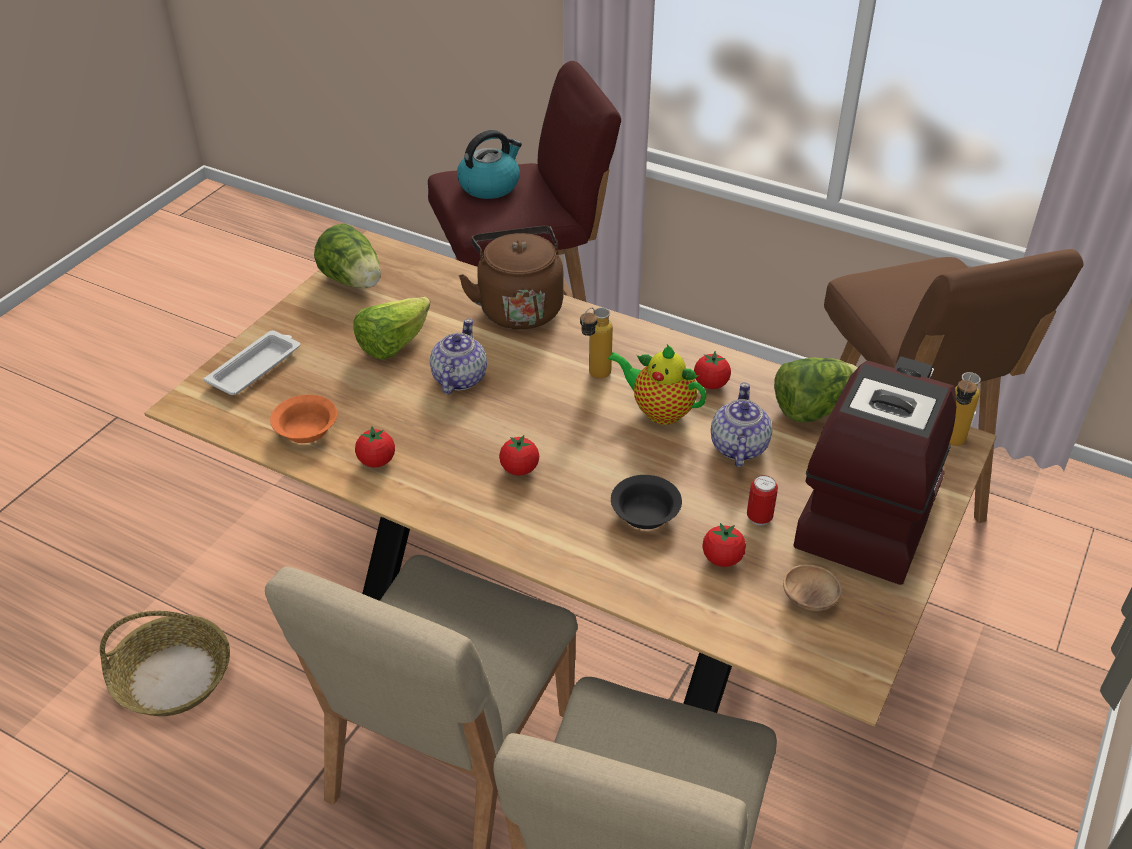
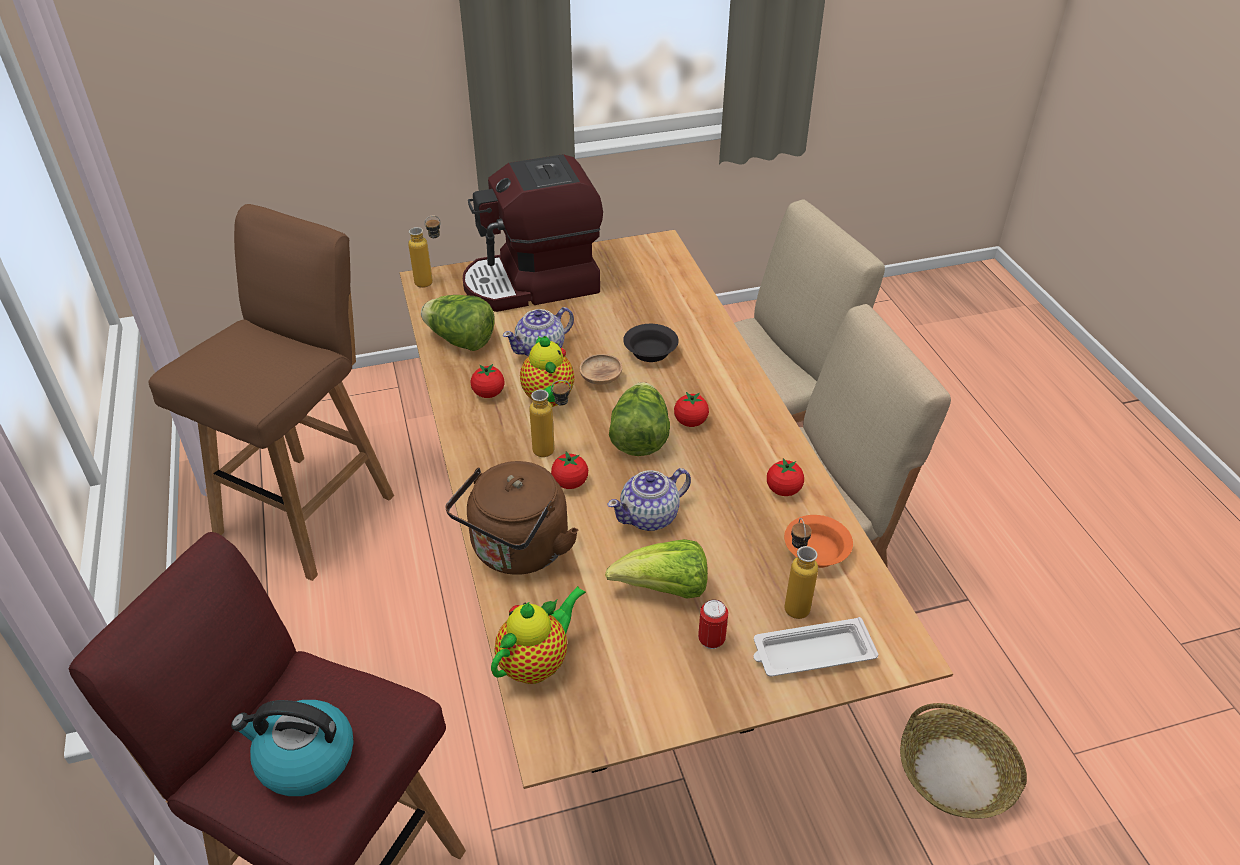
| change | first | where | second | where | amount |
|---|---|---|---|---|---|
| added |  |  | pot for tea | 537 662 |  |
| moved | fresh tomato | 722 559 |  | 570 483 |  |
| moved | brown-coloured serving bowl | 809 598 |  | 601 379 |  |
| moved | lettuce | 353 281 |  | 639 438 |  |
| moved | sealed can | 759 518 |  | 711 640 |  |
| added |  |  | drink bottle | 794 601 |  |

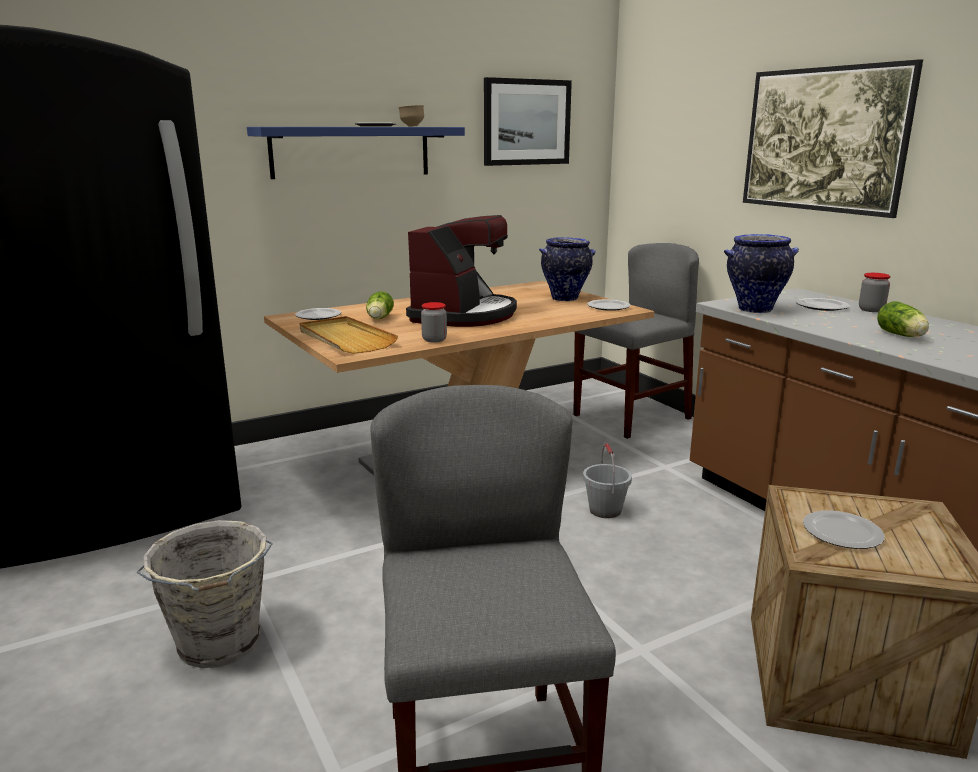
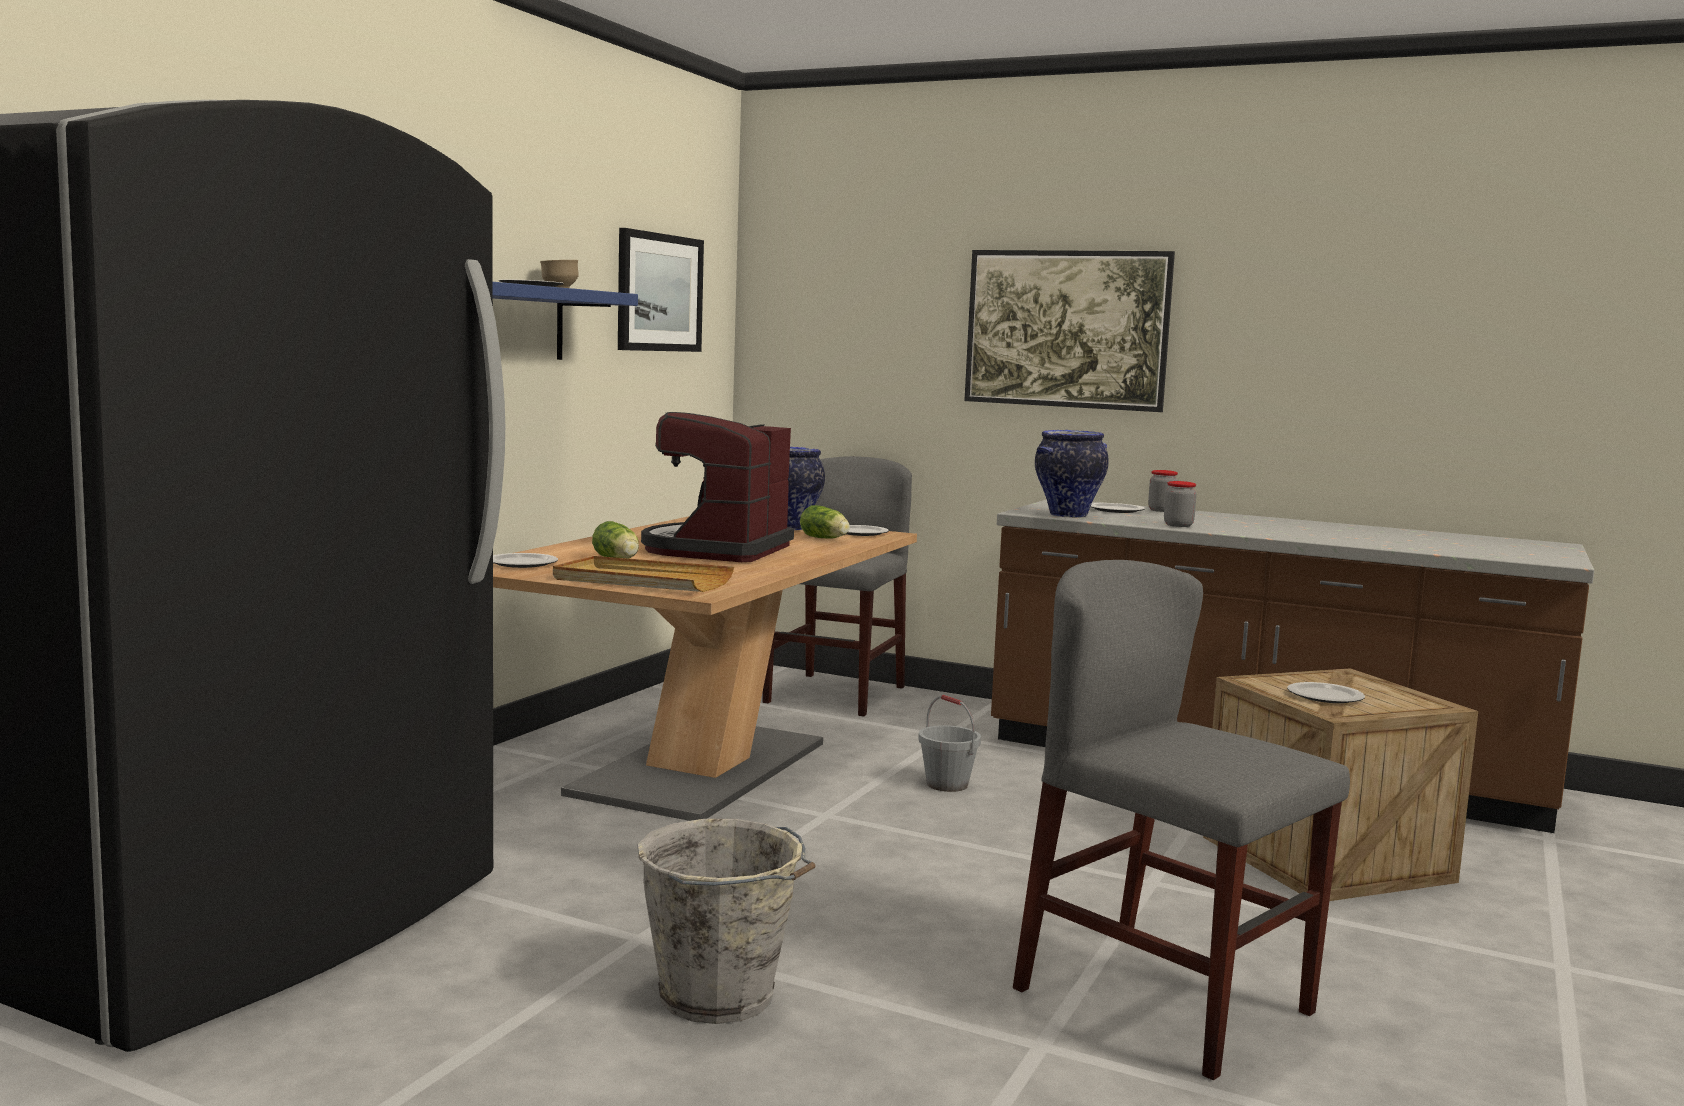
| change | first | where | second | where | amount |
|---|---|---|---|---|---|
| turned | coffee machine | 464 315 |  | 717 550 | 150 degrees counterclockwise |
| moved | lettuce | 902 336 |  | 826 538 |  |
| moved | preserve jar | 434 340 |  | 1178 525 |  |

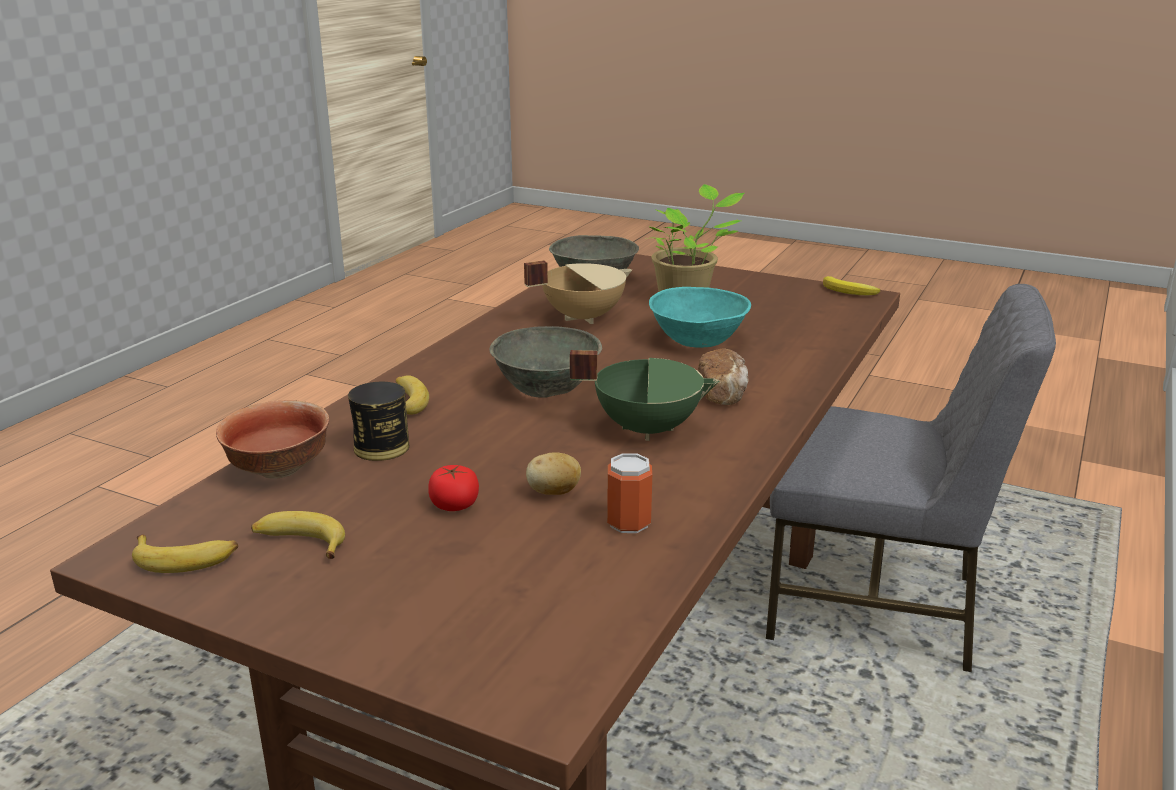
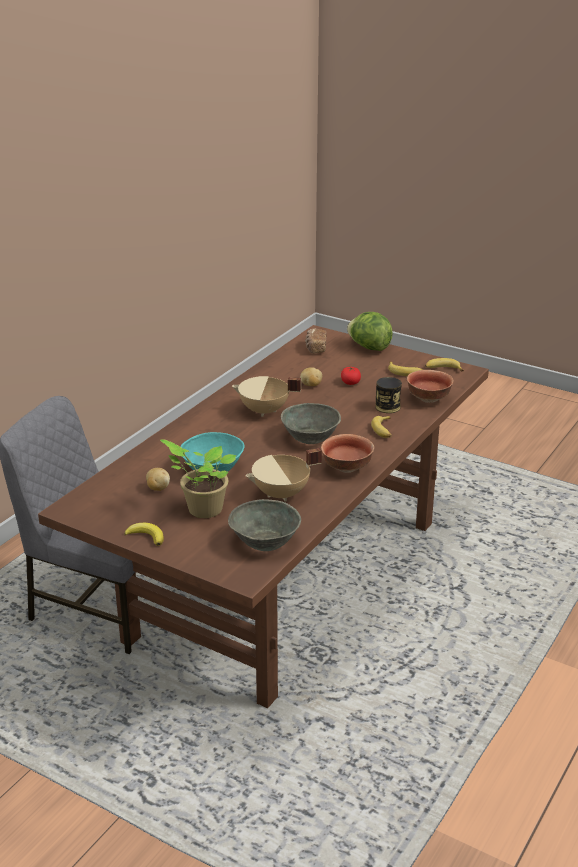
| change | first | where | second | where | amount |
|---|---|---|---|---|---|
| moved | banana fruit | 849 291 |  | 146 536 |  |
| added |  |  | whole potato | 157 488 |  |
| recoloured | greenish saucepot | 647 428 | beige-coloured saucepot | 264 411 |  |
| moved | bakery bread | 723 393 |  | 315 348 |  |
| added |  |  | serving bowl | 347 468 |  |
| added |  |  | lettuce | 369 347 |  |
| removed | sealed can | 628 523 |  |  |  |

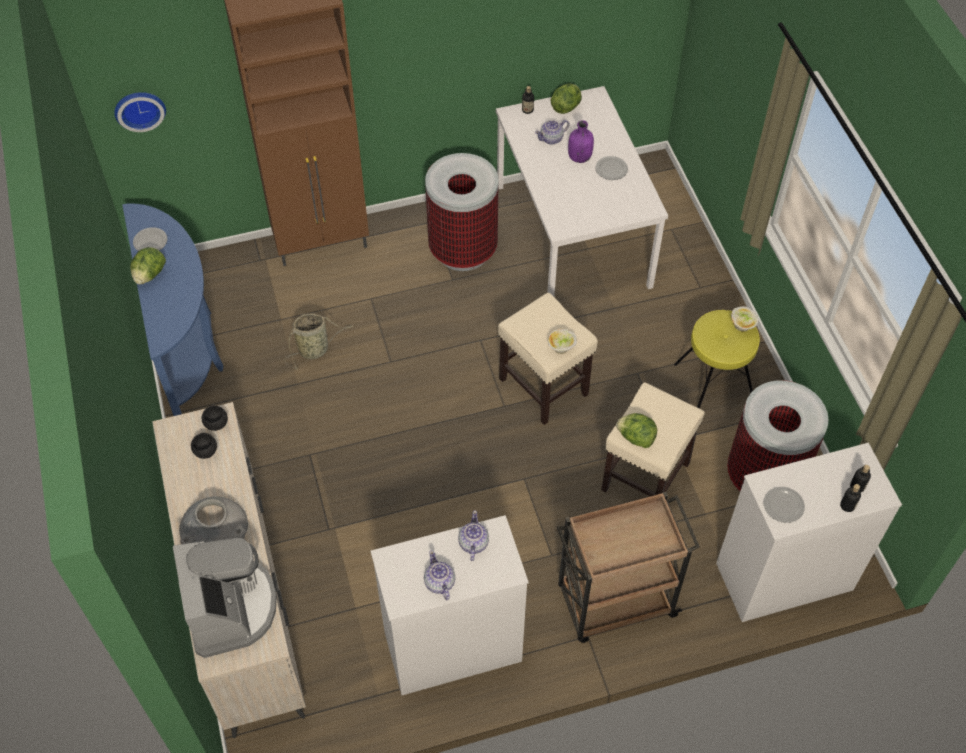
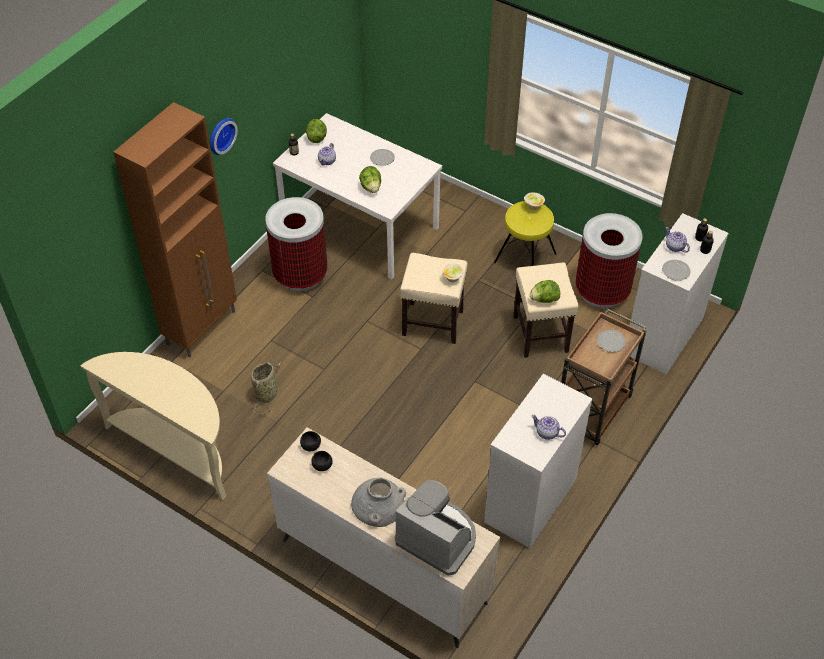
| change | first | where | second | where | amount |
|---|---|---|---|---|---|
| recoloured | blue-coloured hall table | 188 347 | beige-coloured hall table | 176 448 |  |
| moved | hanging clock | 139 108 |  | 220 135 |  |
| moved | lettuce | 150 275 |  | 371 187 |  |
| moved | plate | 150 241 |  | 610 341 |  |
| moved | pot for tea | 473 543 |  | 675 247 |  |
| removed | purple drink bottle | 579 157 |  |  |  |

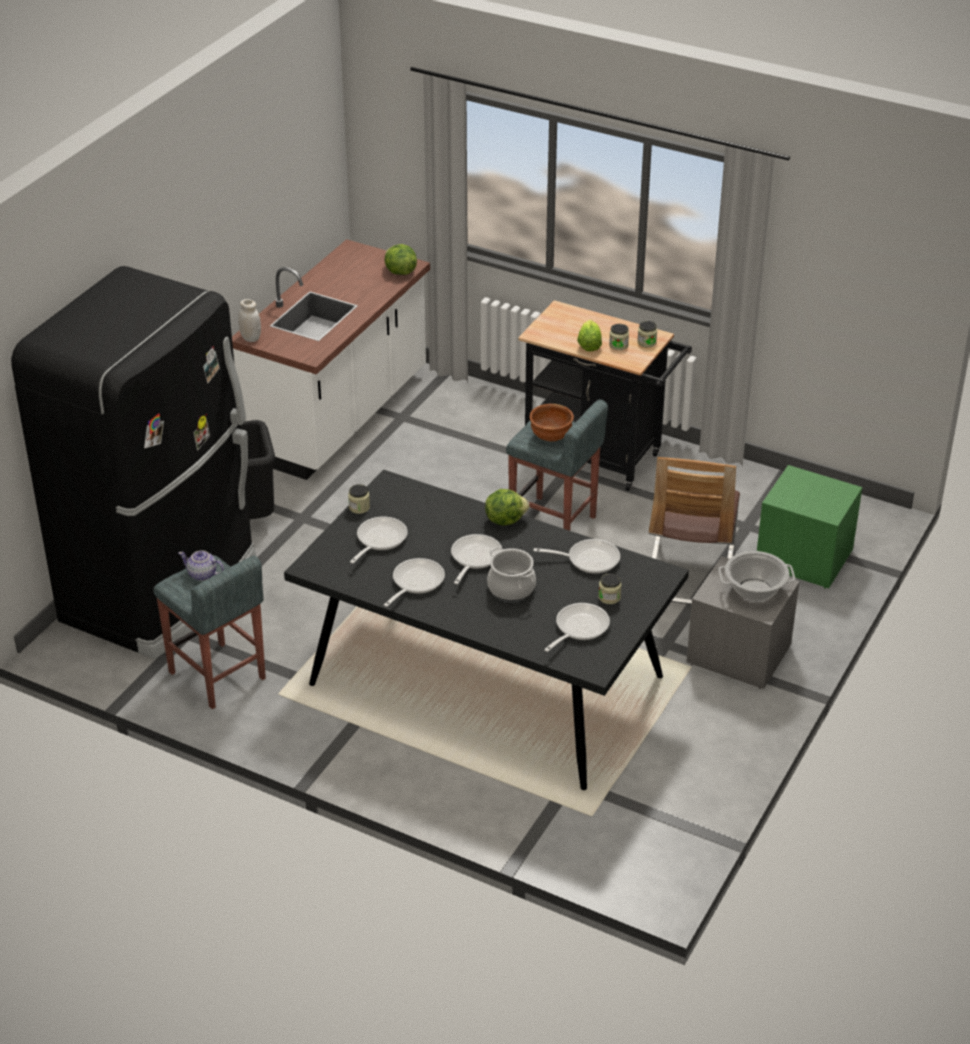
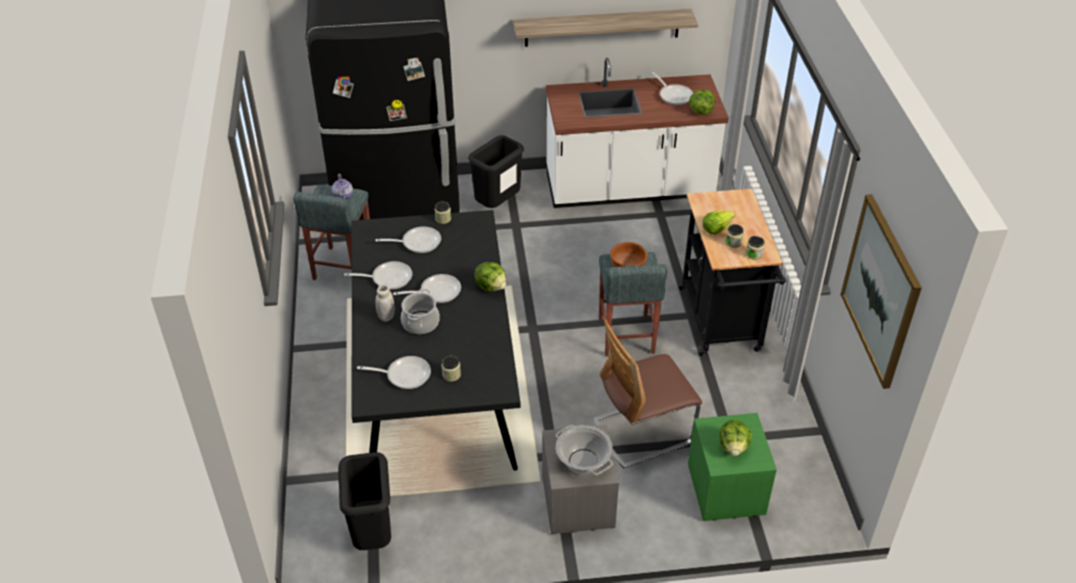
| change | first | where | second | where | amount |
|---|---|---|---|---|---|
| added |  |  | blackish trash can | 373 536 |  |
| moved | white-coloured preserve jar | 251 338 |  | 386 316 |  |
| added |  |  | wall shelf | 602 27 |  |
| moved | pan | 588 559 |  | 674 95 |  |
| added |  |  | lettuce | 733 447 |  |
| added |  |  | wall art | 880 291 |  |

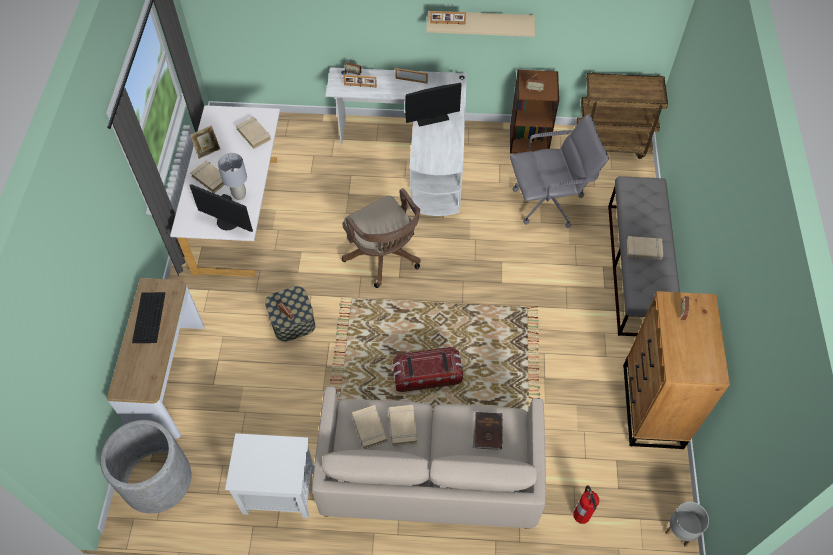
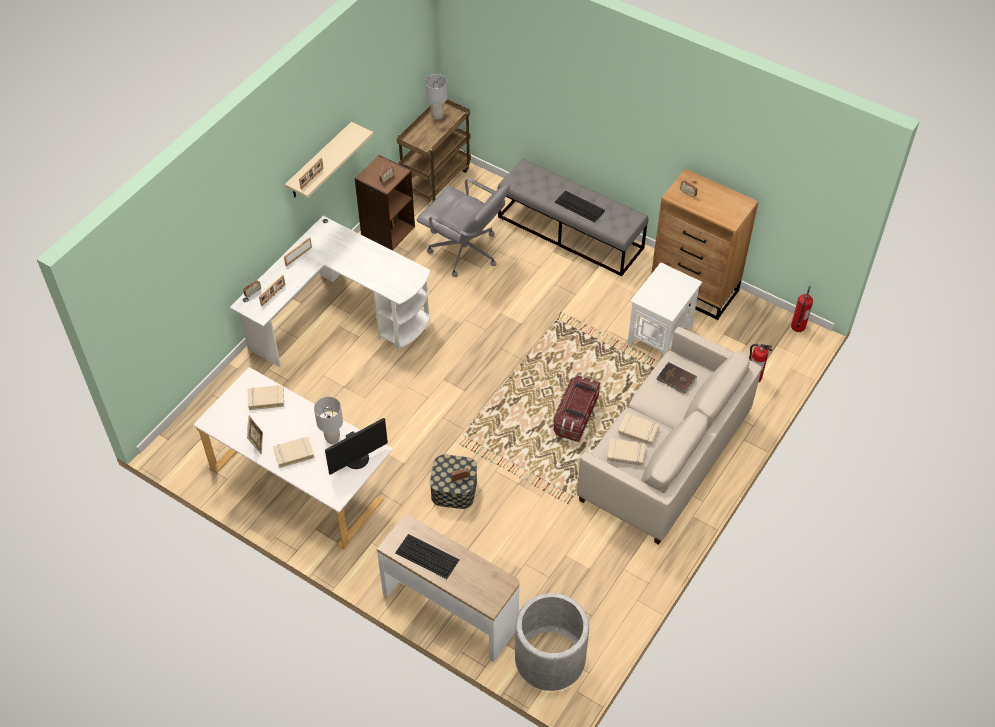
| change | first | where | second | where | amount |
|---|---|---|---|---|---|
| turned | grey desk chair | 549 203 |  | 465 252 | 105 degrees clockwise |
| added |  |  | grey tabletop lamp | 437 116 |  |
| replaced | beige-coloured bound book | 644 250 | keyboard | 580 206 |  |
| moved | white-coloured end table | 278 491 |  | 659 335 |  |
| replaced | grey plant pot | 680 530 | fire extinguisher | 798 326 |  |
| removed | brown-coloured desk chair | 384 257 |  |  |  |
| removed | monitor | 432 118 |  |  |  |

